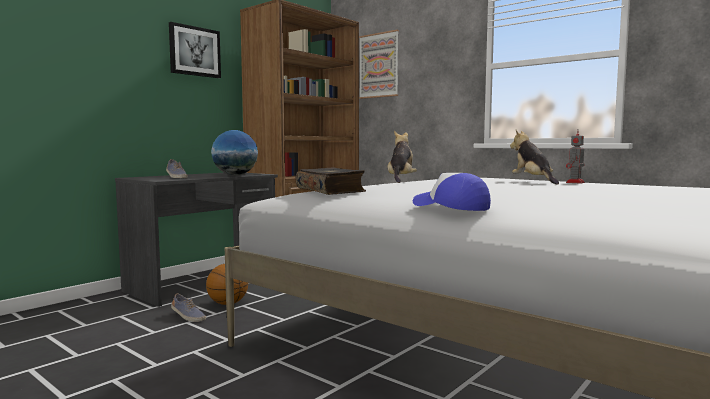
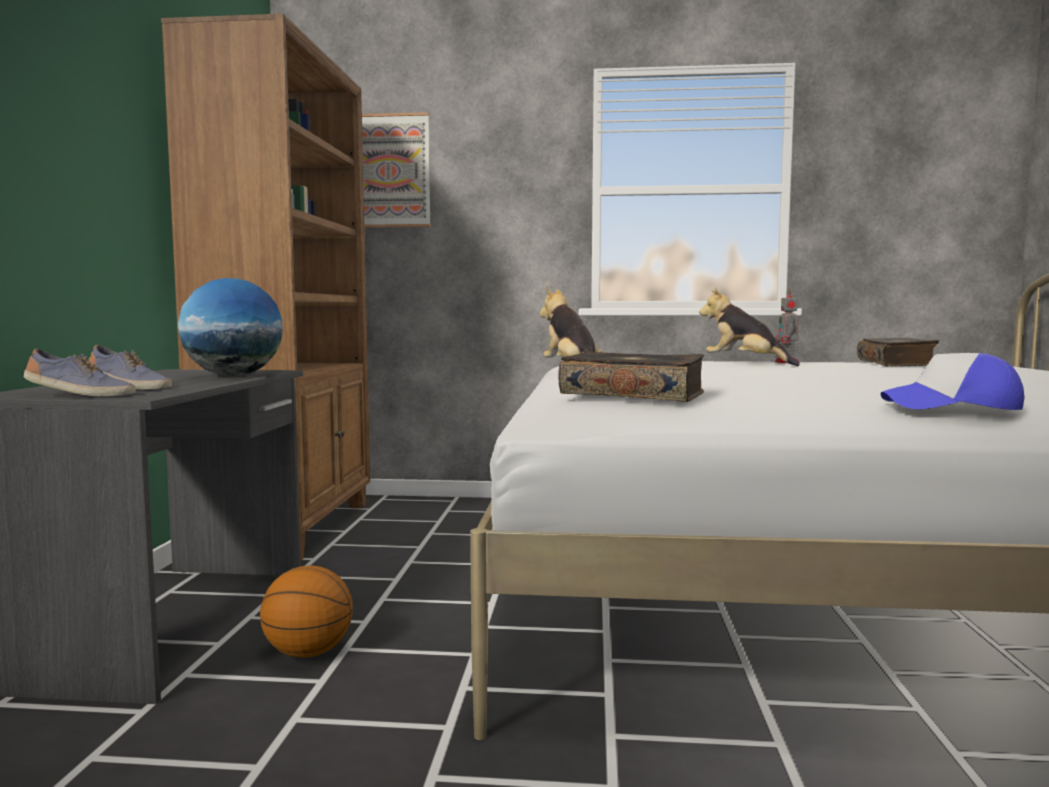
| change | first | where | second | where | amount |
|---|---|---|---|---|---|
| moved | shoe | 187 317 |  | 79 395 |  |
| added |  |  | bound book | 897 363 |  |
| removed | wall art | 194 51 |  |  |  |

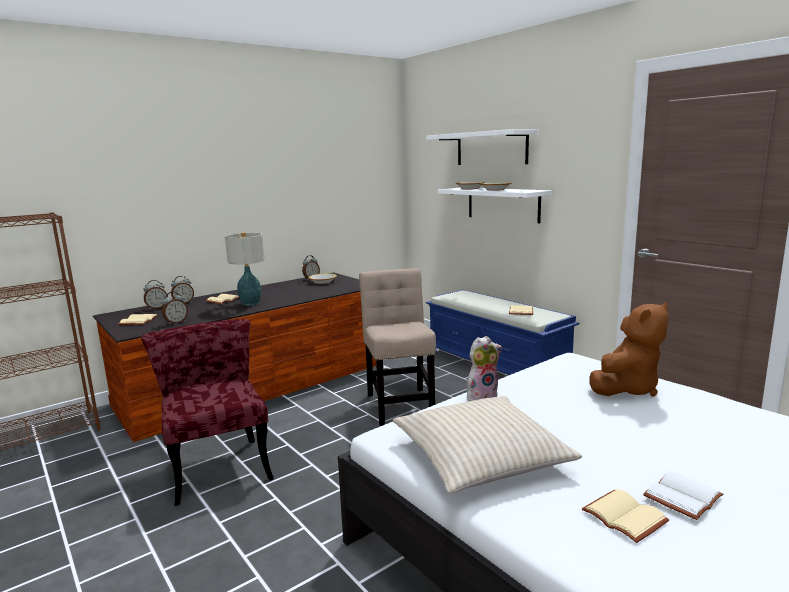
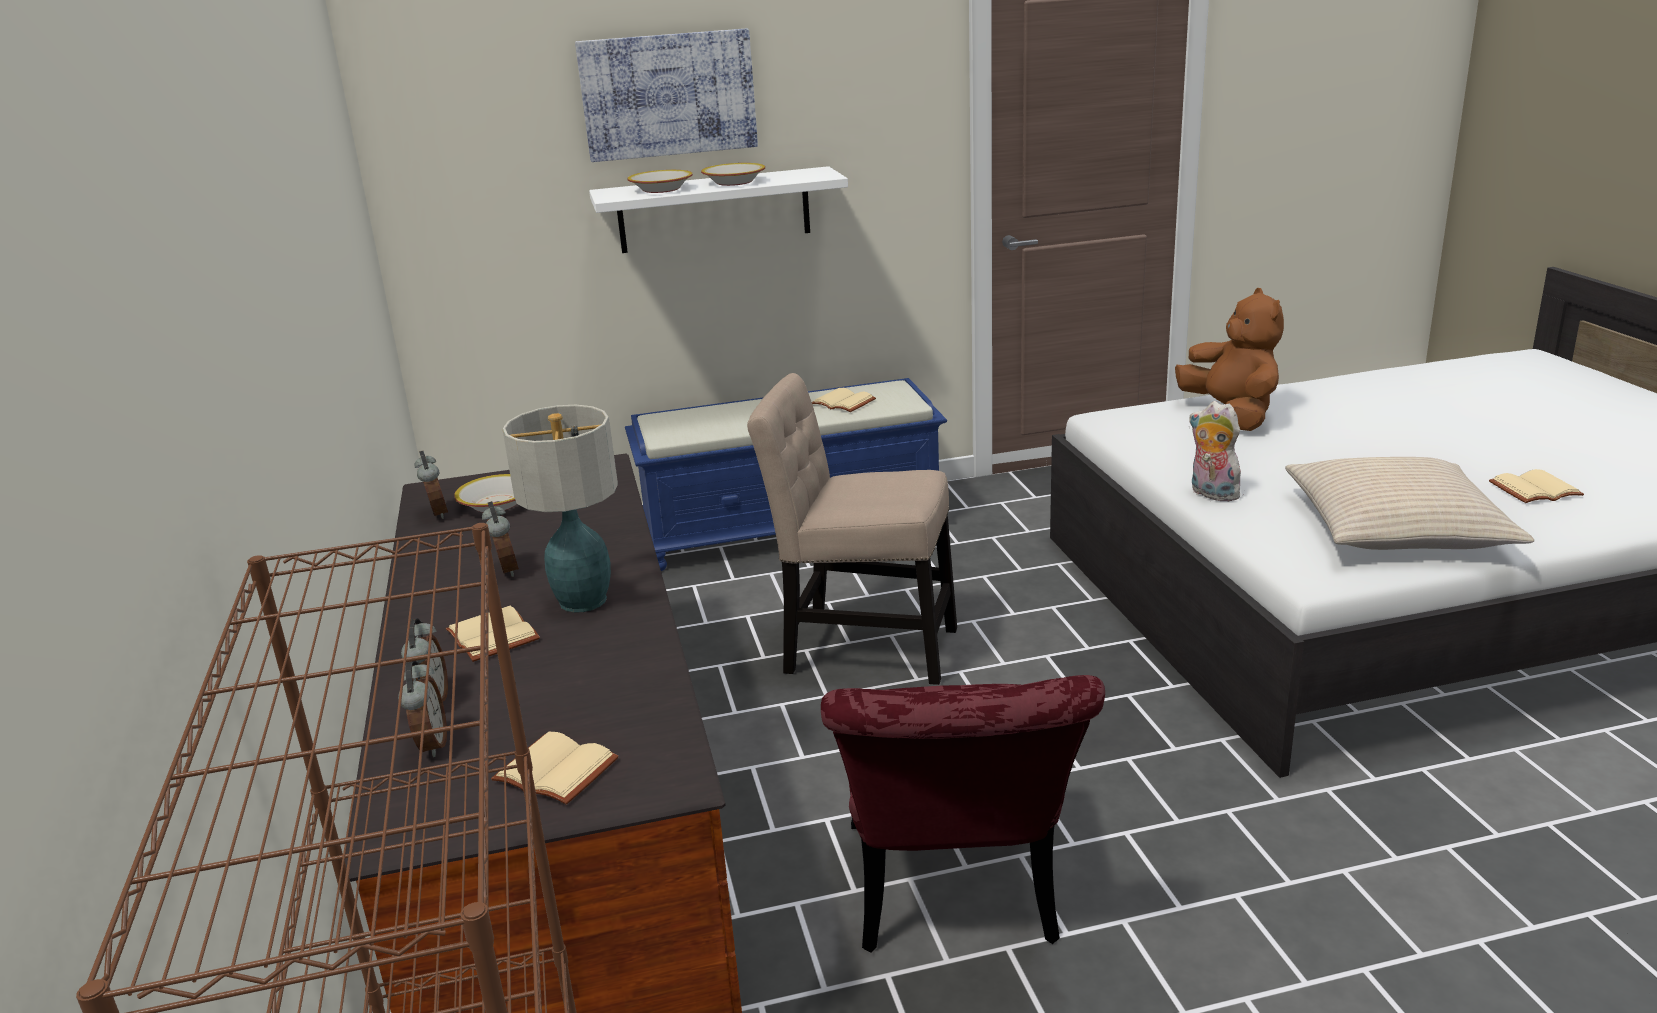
| change | first | where | second | where | amount |
|---|---|---|---|---|---|
| moved | bedside clock | 176 322 |  | 505 570 |  |
| replaced | white-coloured wall shelf | 491 148 | wall art | 668 95 |  |
| turned | red-coloured upright chair | 218 463 |  | 954 900 | 90 degrees counterclockwise |
| turned | soft toy | 482 396 |  | 1211 494 | 45 degrees counterclockwise |
| removed | white-coloured bound book | 684 498 |  |  |  |

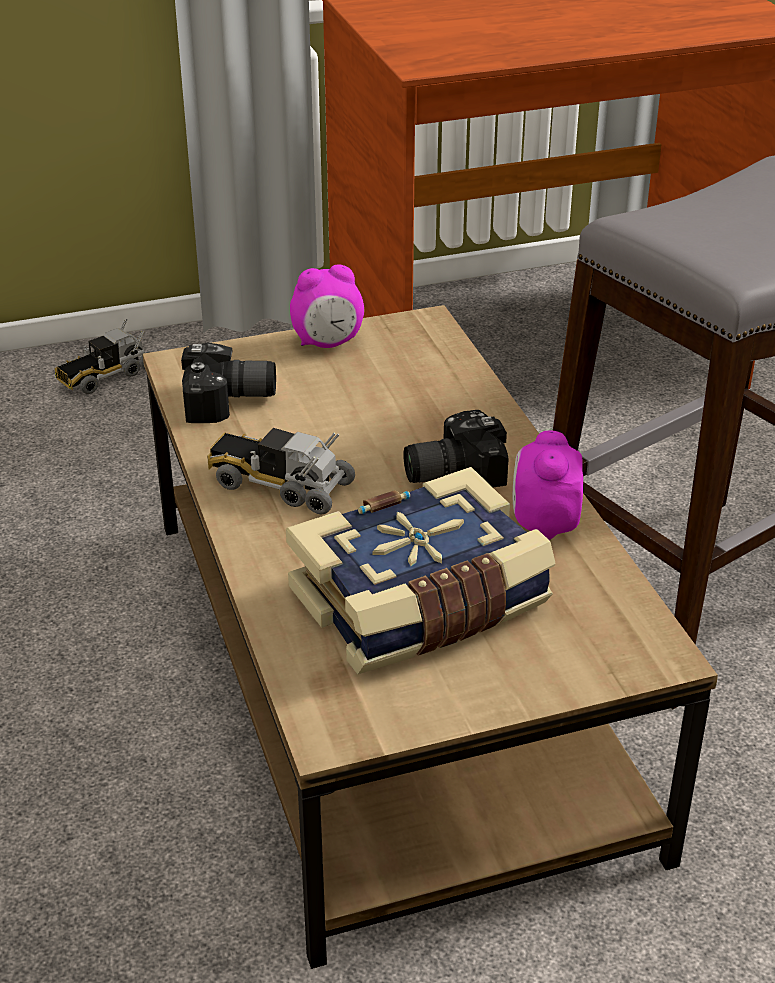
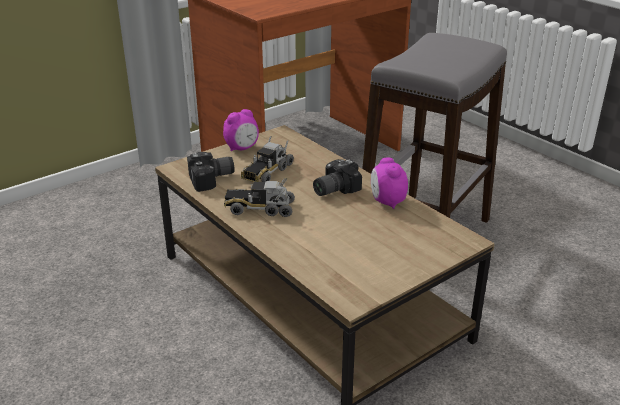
| change | first | where | second | where | amount |
|---|---|---|---|---|---|
| moved | toy truck | 106 375 |  | 266 172 |  |
| removed | bound book | 421 605 |  |  |  |

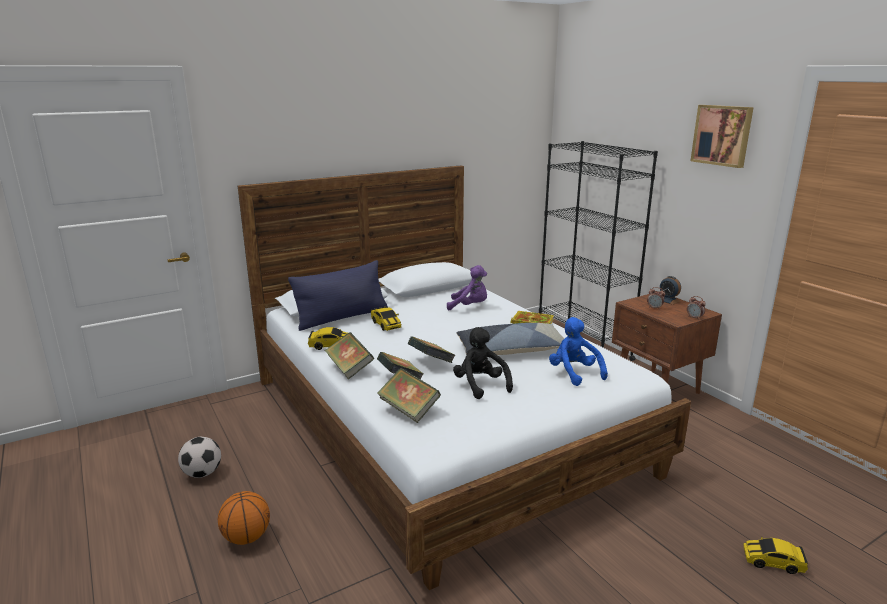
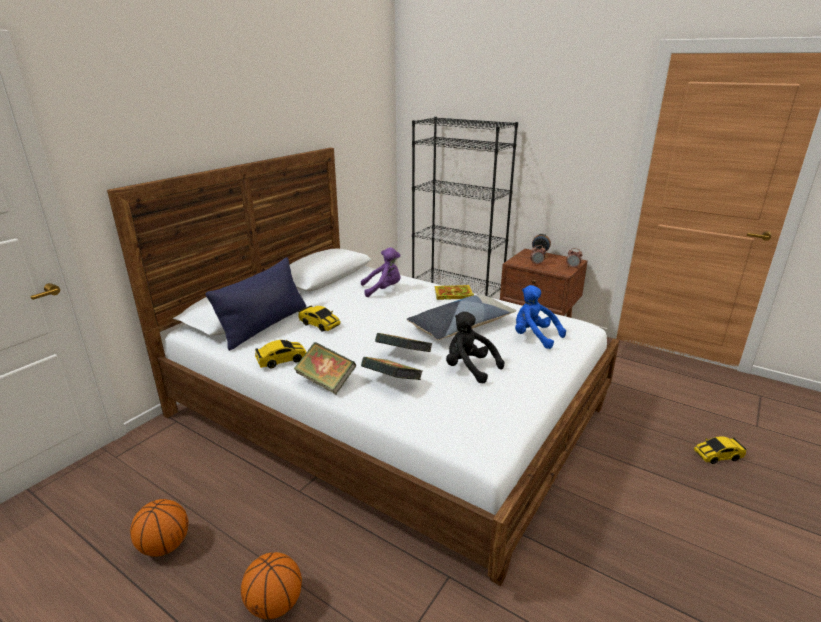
| change | first | where | second | where | amount |
|---|---|---|---|---|---|
| replaced | ball for football | 202 473 | ball for basketball | 165 545 |  |
| removed | bound book | 409 410 |  |  |  |
| removed | wall art | 722 135 |  |  |  |

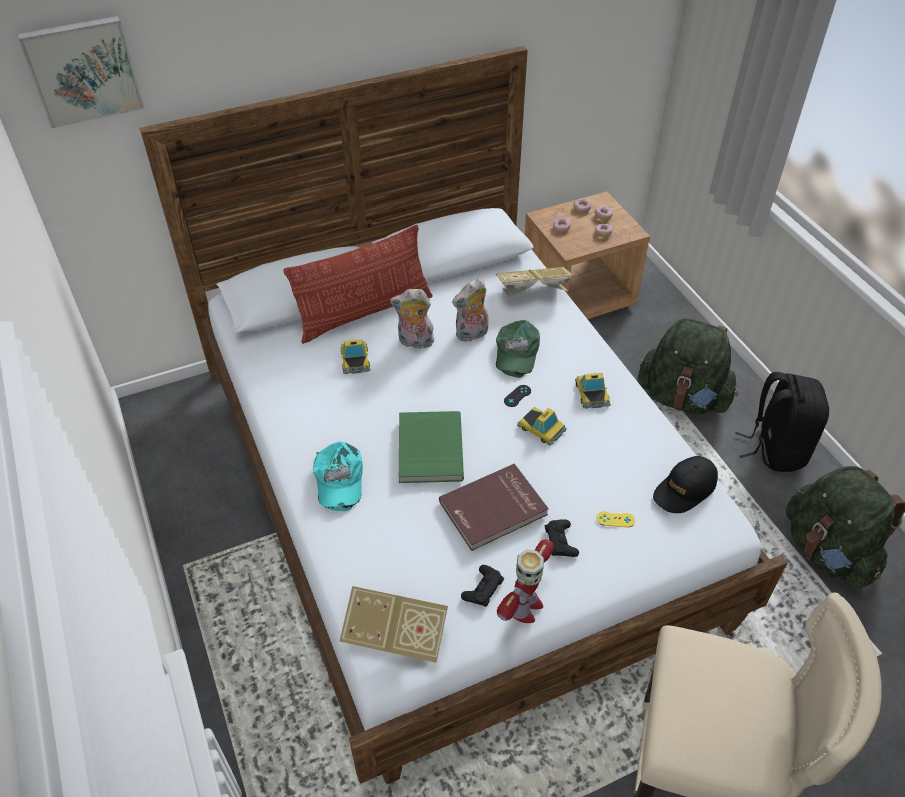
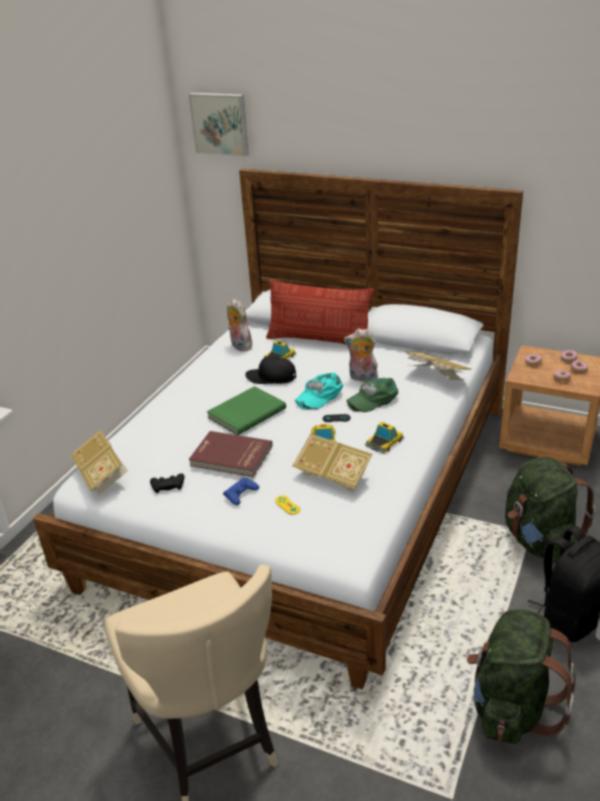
| change | first | where | second | where | amount |
|---|---|---|---|---|---|
| recoloured | blackish game controller | 561 541 | blue-coloured game controller | 241 494 |  |
| moved | soft toy | 414 342 |  | 239 346 |  |
| moved | blackish peaked cap | 684 490 |  | 271 377 |  |
| added |  |  | bound book | 333 476 |  |
| moved | turquoise-coloured peaked cap | 338 479 |  | 319 395 |  |
| removed | robot figure | 525 608 |  |  |  |

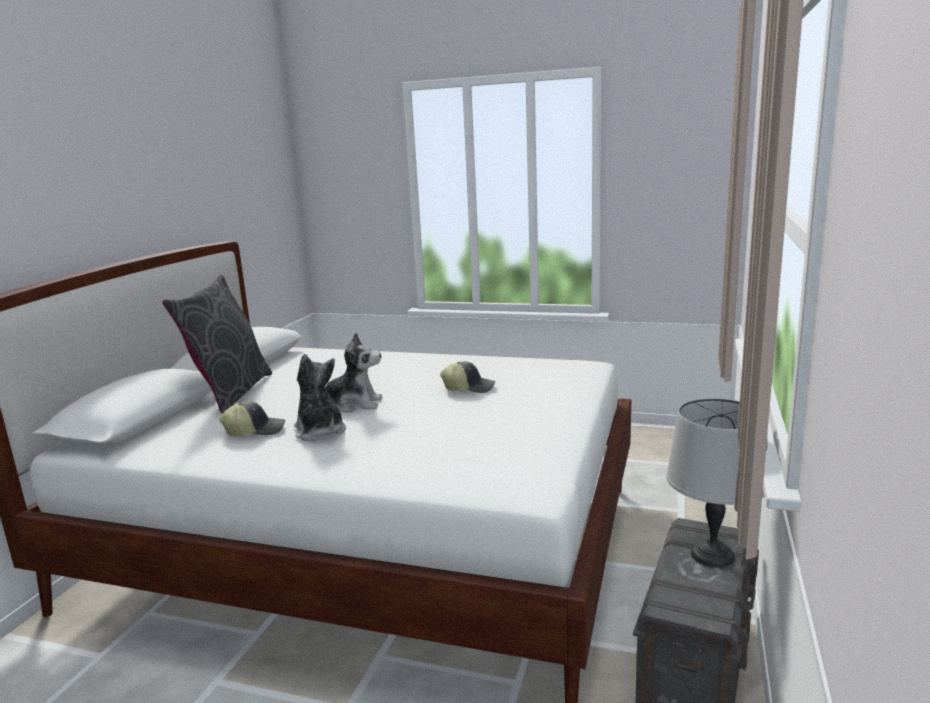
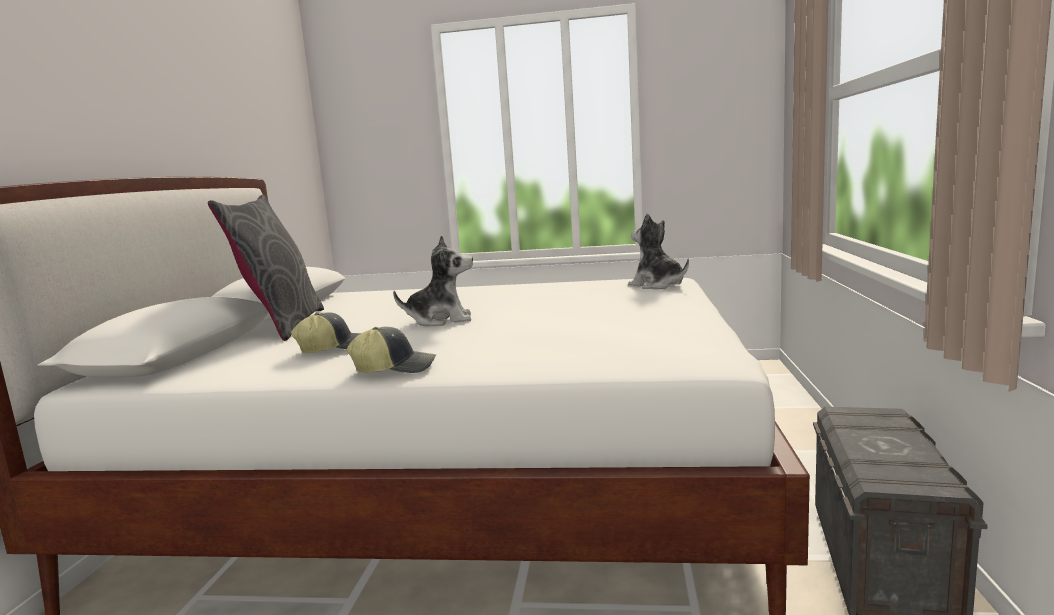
| change | first | where | second | where | amount |
|---|---|---|---|---|---|
| moved | peaked cap | 469 388 |  | 395 368 |  |
| moved | soft toy | 320 431 |  | 657 285 |  |
| removed | grey tabletop lamp | 713 555 |  |  |  |

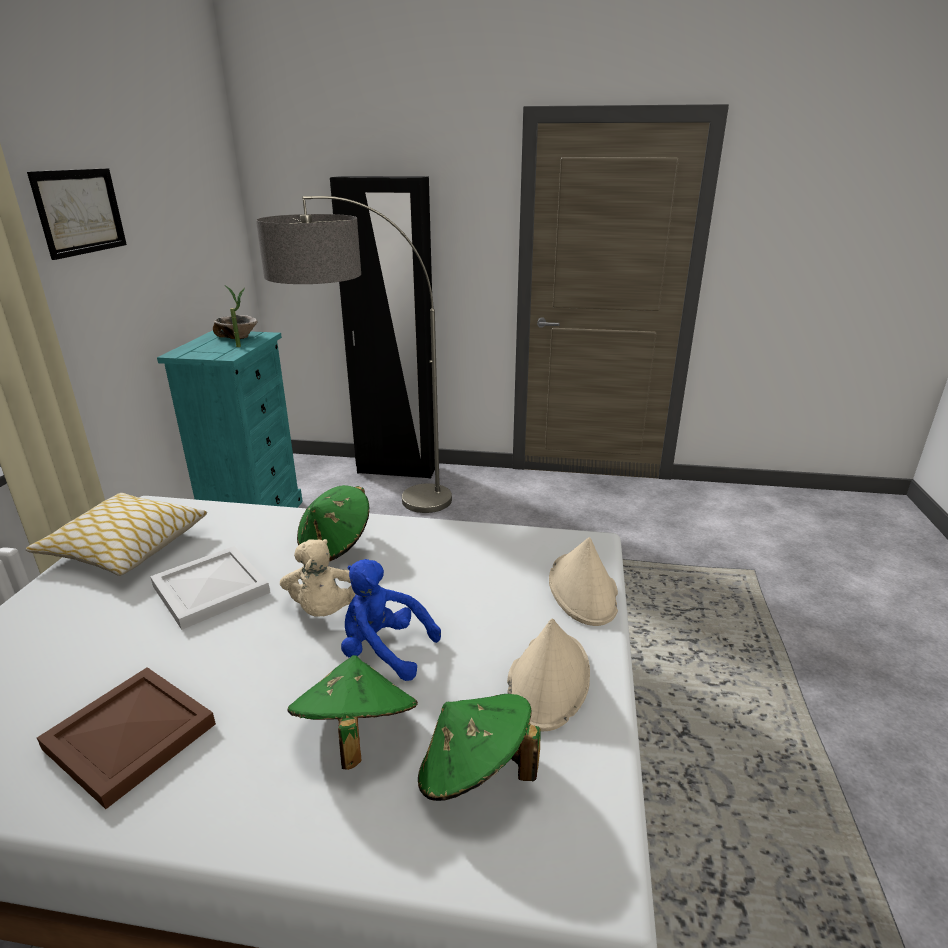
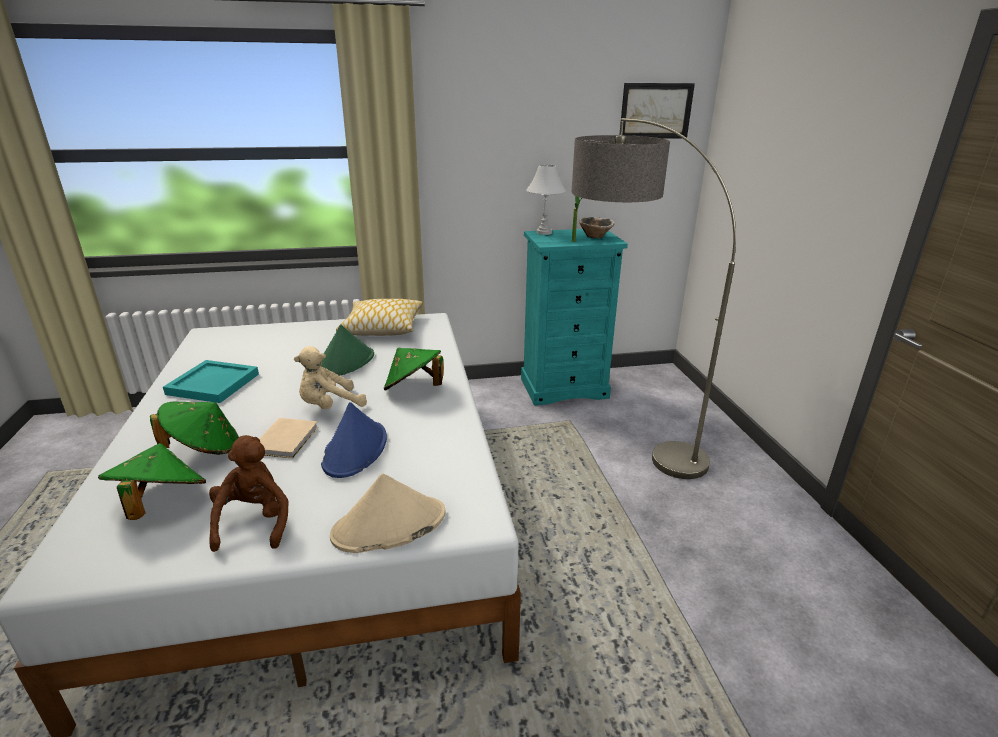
| change | first | where | second | where | amount |
|---|---|---|---|---|---|
| recoloured | brown-coloured serving tray | 131 734 | turquoise-coloured serving tray | 215 384 |  |
| replaced | beige-coloured wearable hat | 548 680 | brown-coloured soft toy | 254 522 |  |
| replaced | blue-coloured soft toy | 384 650 | beige-coloured bound book | 288 439 |  |
| replaced | white-coloured serving tray | 209 589 | greenish wearable hat | 345 363 |  |
| added |  |  | blue-coloured wearable hat | 355 450 |  |
| added |  |  | white-coloured tabletop lamp | 544 232 |  |
| moved | wall art | 80 212 |  | 656 111 |  |
| removed | blackish armoire | 397 469 |  |  |  |

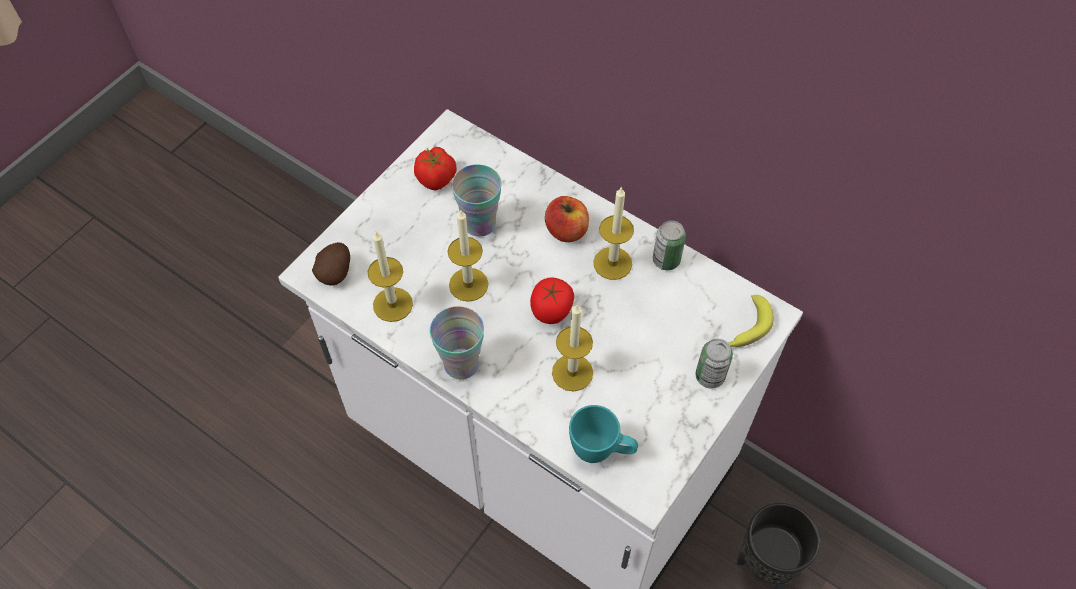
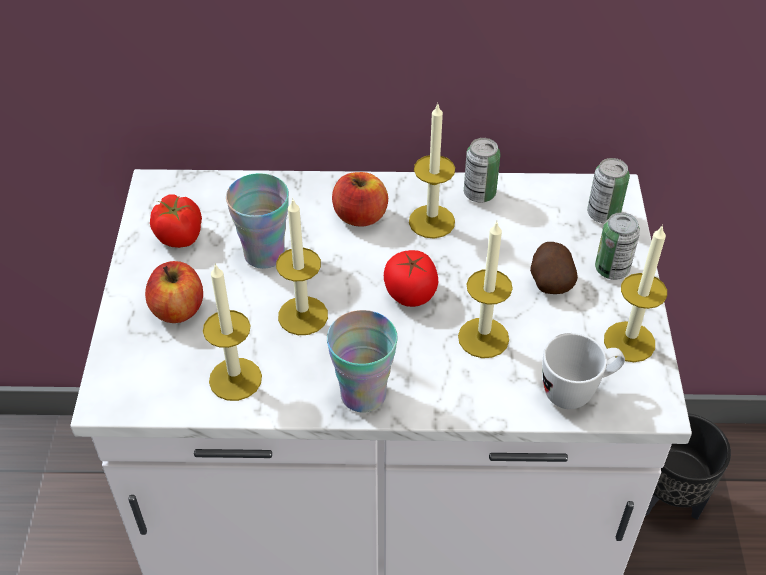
| change | first | where | second | where | amount |
|---|---|---|---|---|---|
| added |  |  | apple fruit | 178 309 |  |
| moved | whole potato | 336 271 |  | 550 281 |  |
| recoloured | turquoise-coloured mug | 601 451 | white-coloured mug | 577 391 |  |
| replaced | banana fruit | 744 329 | sealed can | 603 214 |  |
| added |  |  | candle | 629 341 |  |

